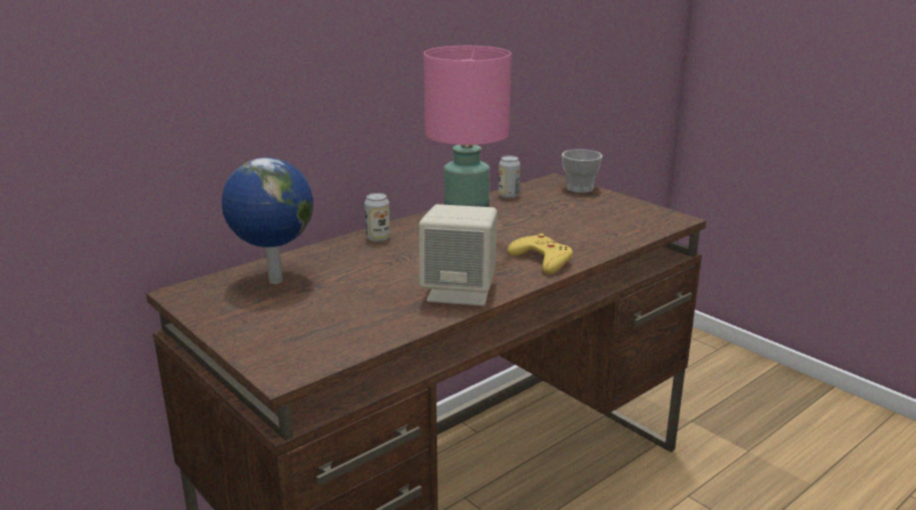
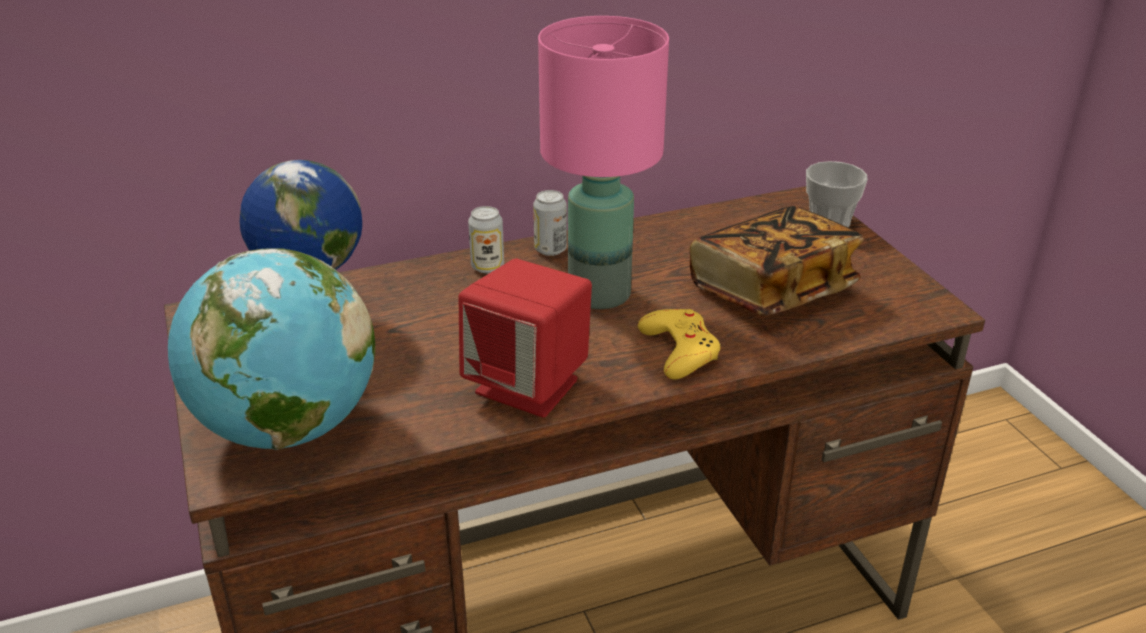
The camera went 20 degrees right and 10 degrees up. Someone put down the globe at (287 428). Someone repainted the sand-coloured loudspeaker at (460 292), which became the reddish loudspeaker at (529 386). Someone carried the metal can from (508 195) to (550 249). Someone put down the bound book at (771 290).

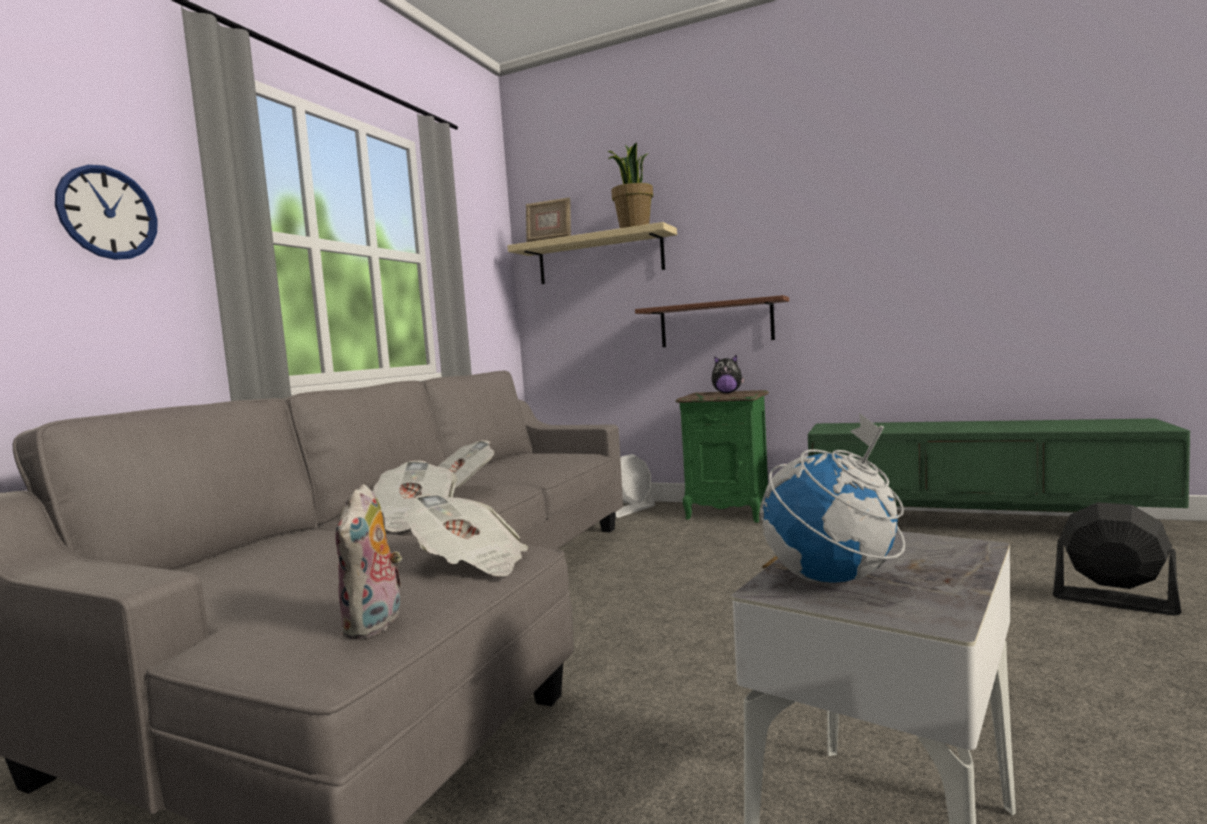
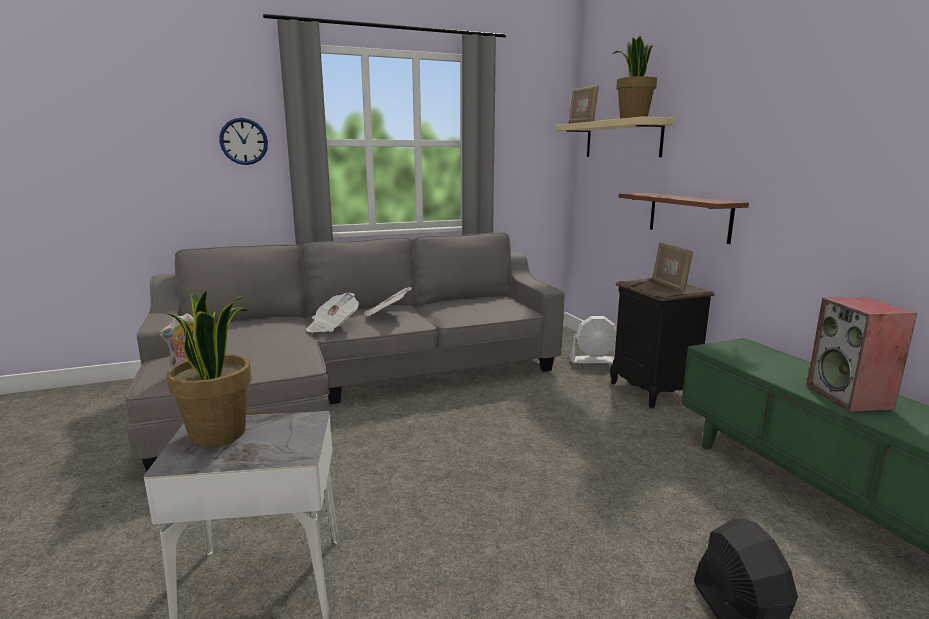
The camera went 45 degrees right and 10 degrees up. Someone swapped the globe at (832 579) for the potted plant at (219 433). Someone repainted the greenish night table at (728 513), which became the black-coloured night table at (651 391). Someone swapped the soft toy at (727 393) for the picture frame at (669 286). Someone put down the loudspeaker at (850 397). Someone took away the printed paper at (471 564).

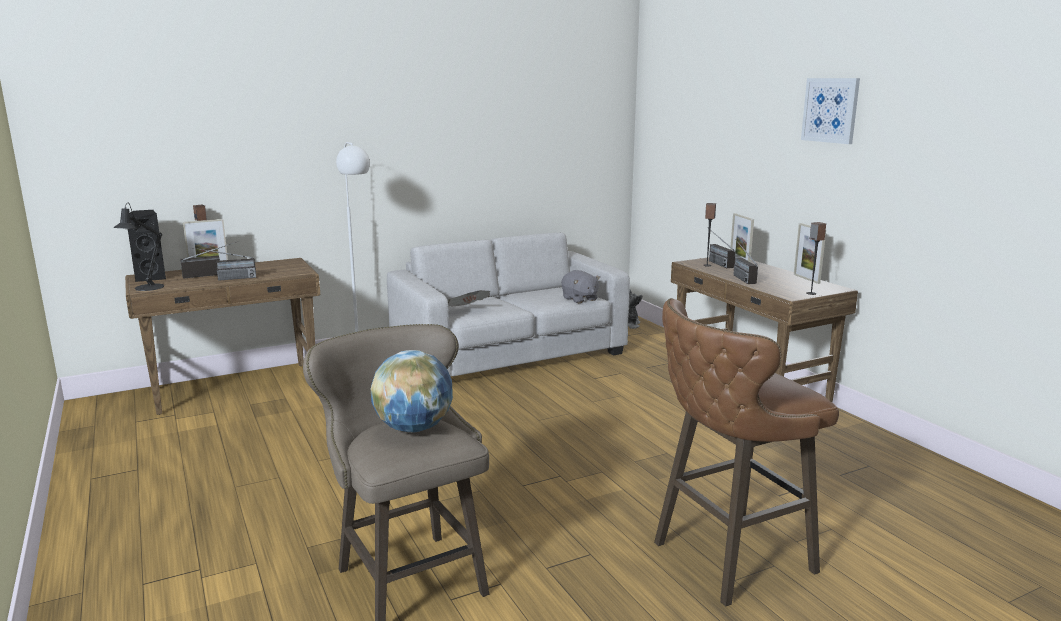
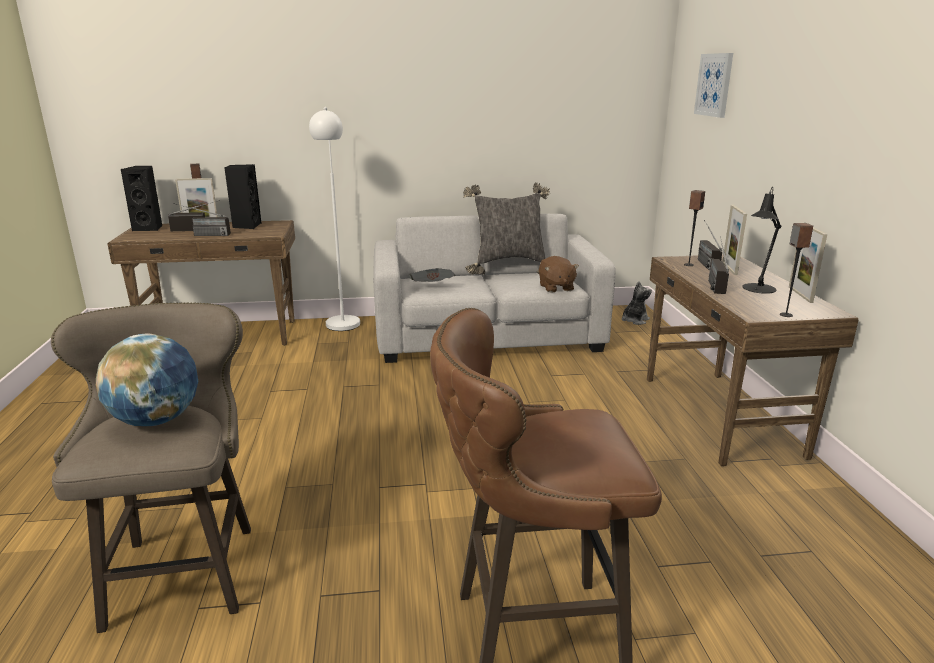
The camera went 20 degrees right and 5 degrees up. Someone put down the black-coloured loudspeaker at (246 226). Someone put down the pillow at (508 272). Someone repainted the grey soft toy at (579 299), which became the brown-coloured soft toy at (556 288). Someone carried the wall art from (830 110) to (714 85). Someone carried the black-coloured lamp for a table from (146 288) to (757 289).

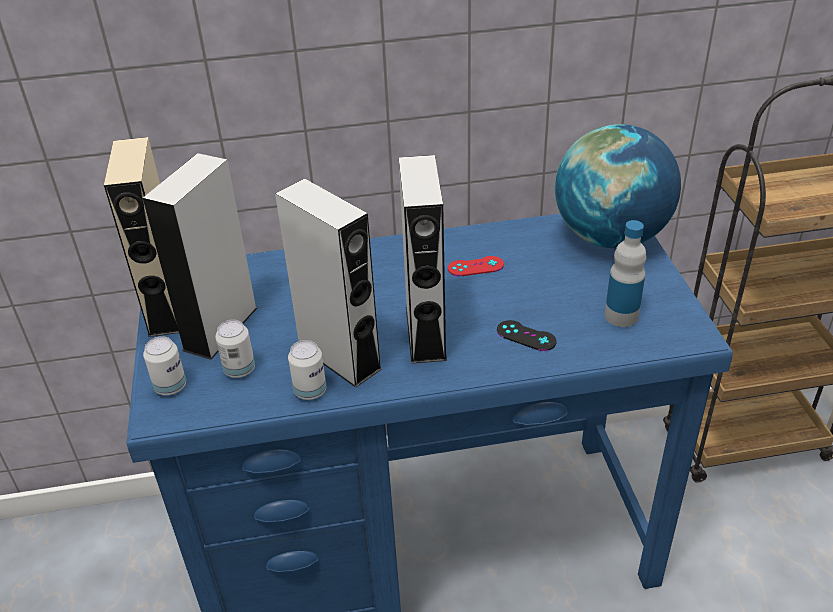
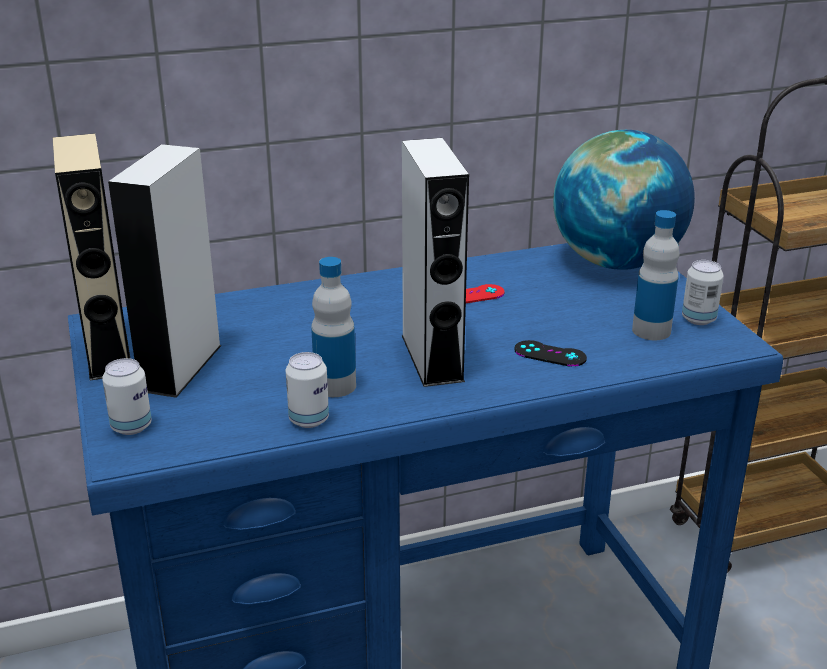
The camera went 10 degrees left and 10 degrees down. Someone swapped the grey loudspeaker at (339 357) for the beverage bottle at (335 386). Someone carried the metal can from (239 370) to (698 319).

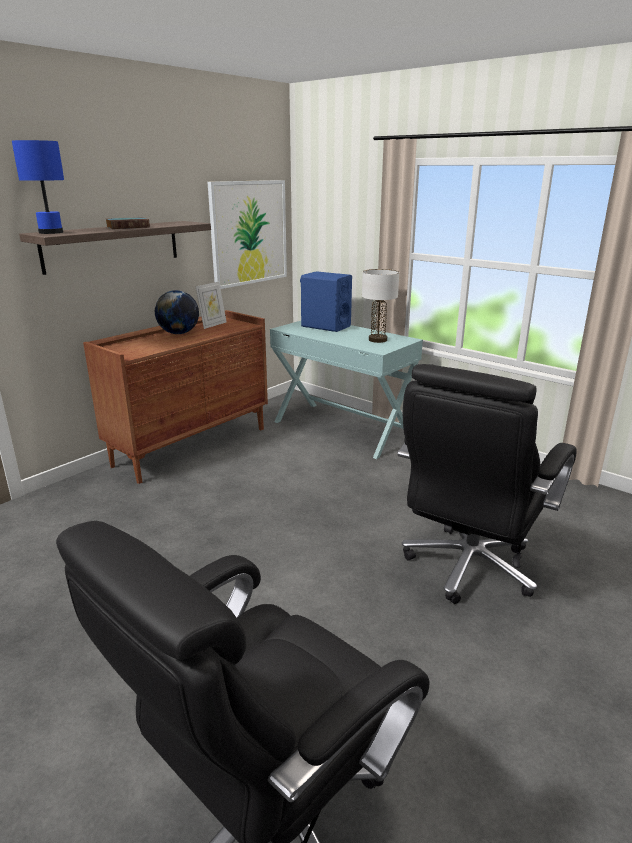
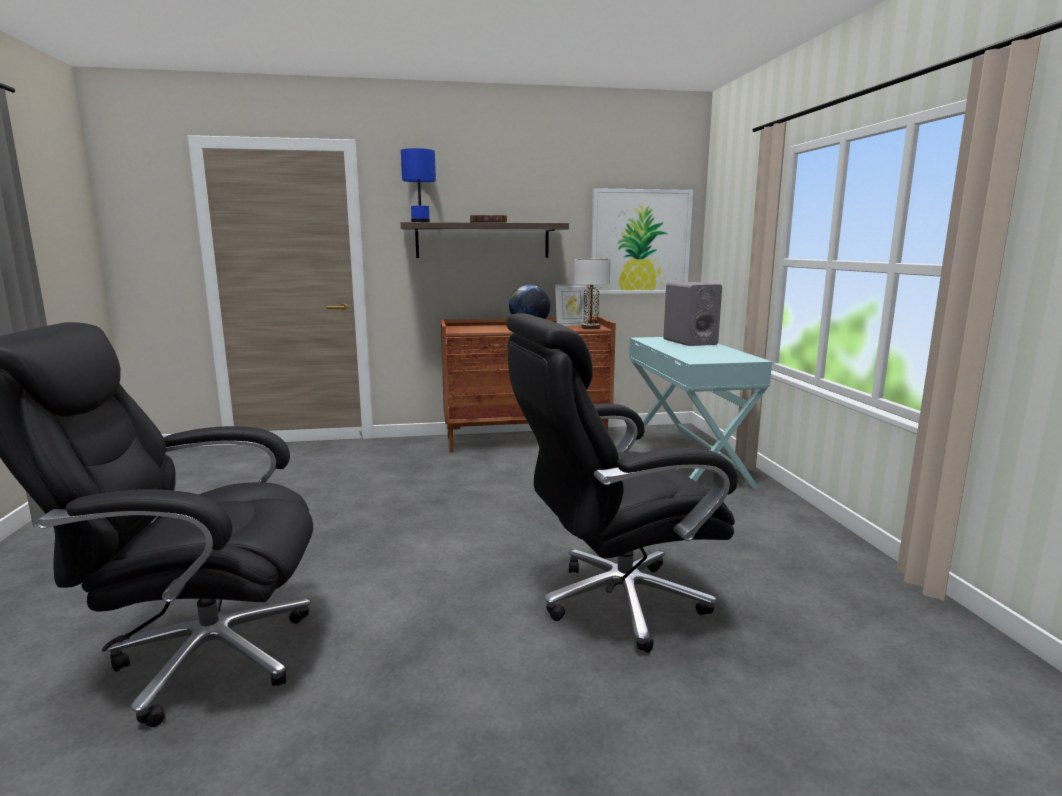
The camera went 40 degrees right and 10 degrees down. Someone carried the lamp for a table from (377 340) to (590 328). Someone repainted the blue loudspeaker at (325 326), which became the grey loudspeaker at (689 342).

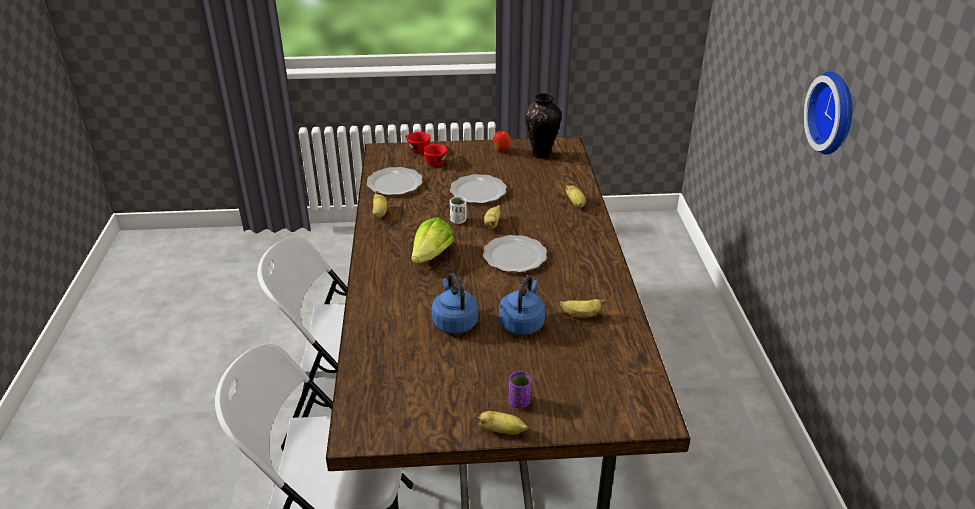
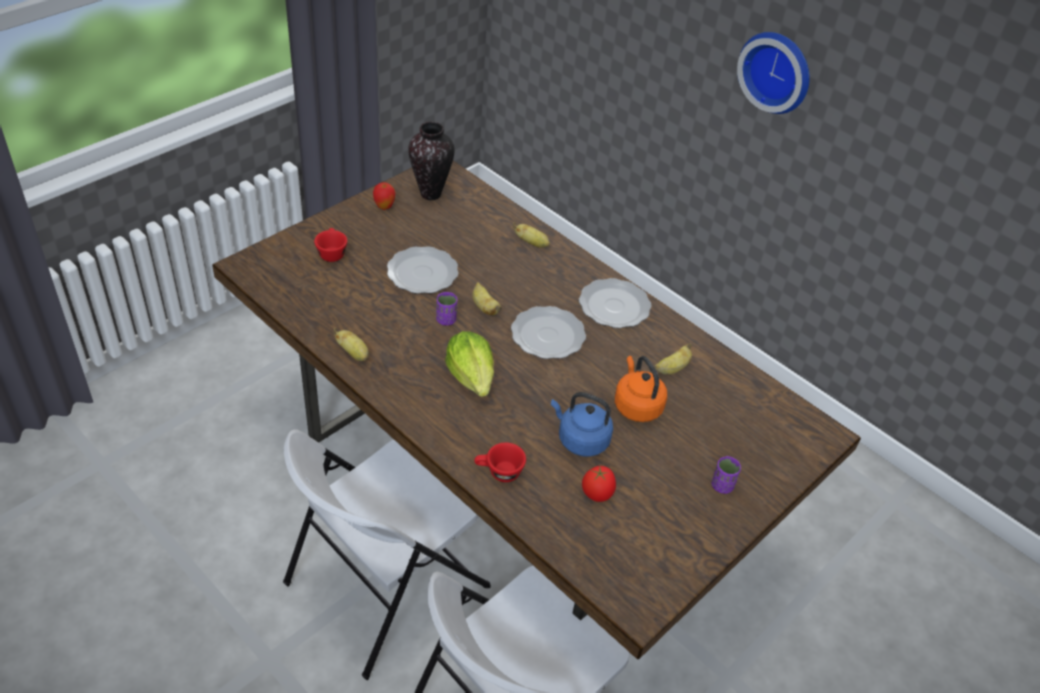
The camera went 45 degrees left and 10 degrees up. Someone repainted the white-coloured small cup at (458 220), which became the purple small cup at (446 320). Someone carried the reddish small cup from (416 149) to (499 472). Someone carried the dinner plate from (395 183) to (614 305). Someone put down the fresh tomato at (597 493). Someone repainted the blue kettle at (522 323), which became the orange-coloured kettle at (636 405). Someone took away the banana fruit at (501 431).

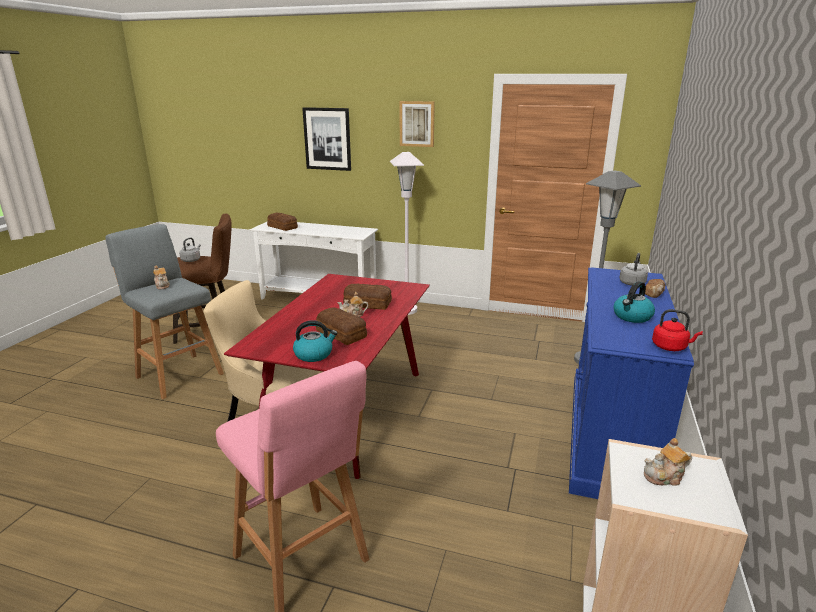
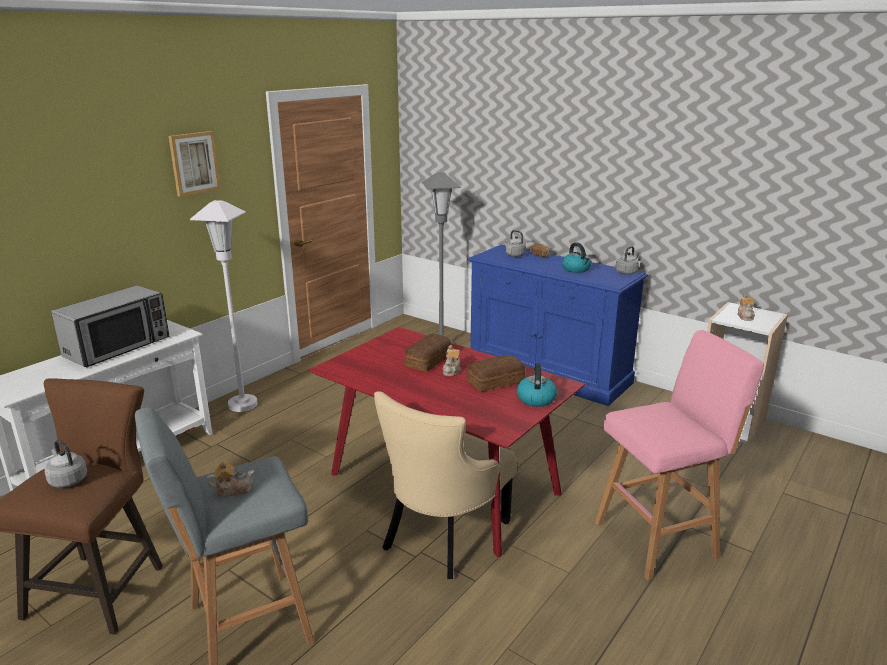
The camera went 70 degrees left and 0 degrees up. Someone put down the microwave oven at (118 347). Someone repainted the reddish kettle at (671 347), which became the grey kettle at (627 272). Someone took away the bakery bread at (282 227). Someone took away the wall art at (327 139).

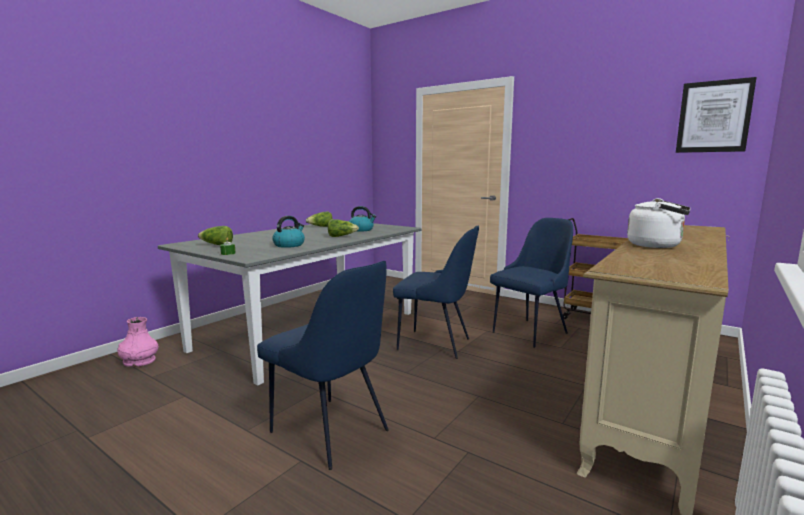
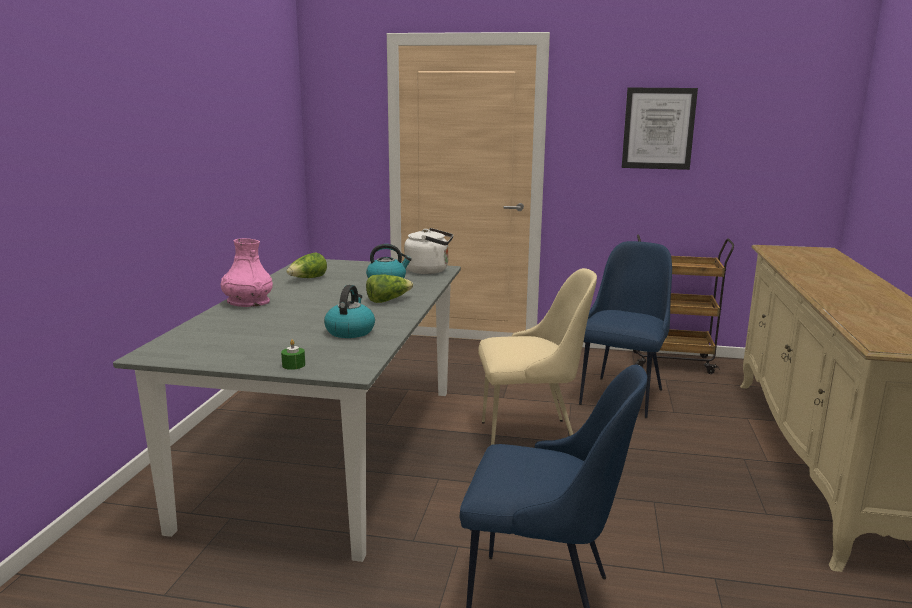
The camera went 25 degrees left and 5 degrees up. Someone carried the pink decorative vase from (139 361) to (248 302). Someone carried the white-coloured kettle from (657 245) to (429 270). Someone repainted the blue chair at (434 344), which became the sand-coloured chair at (529 437). Someone carried the wall art from (713 117) to (658 128). Someone took away the lettuce at (217 245).

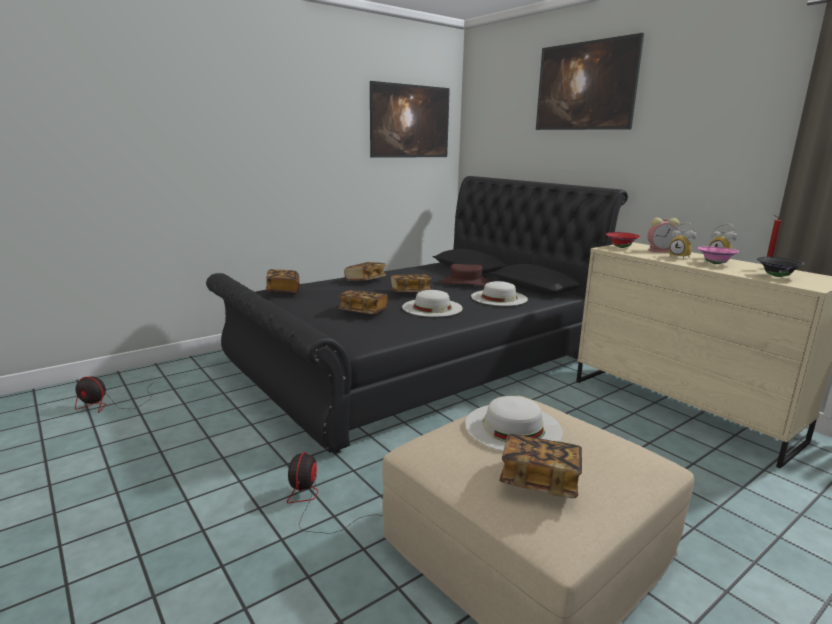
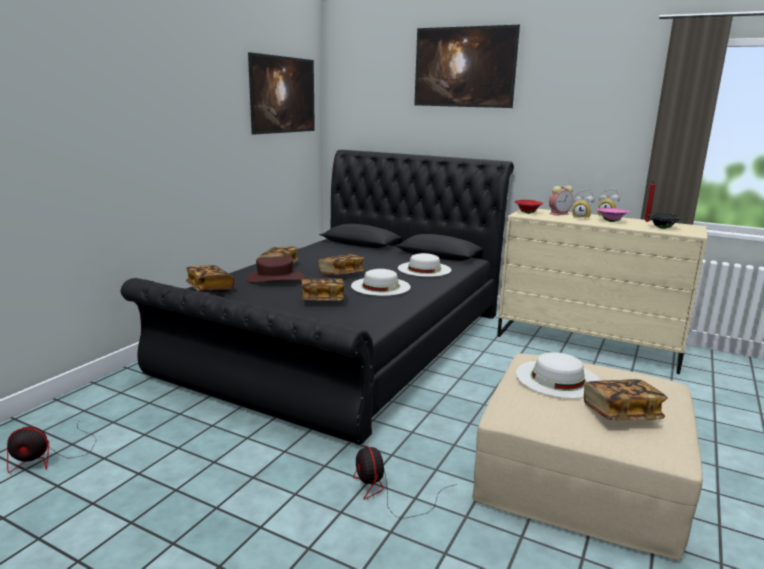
The camera went 25 degrees left and 0 degrees up. Someone carried the brown-coloured clothing hat from (465 283) to (275 279).

